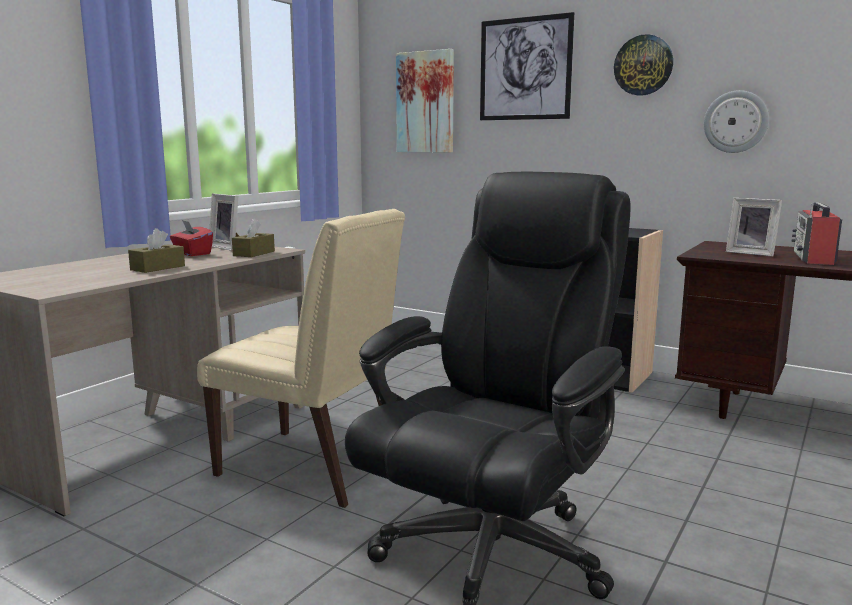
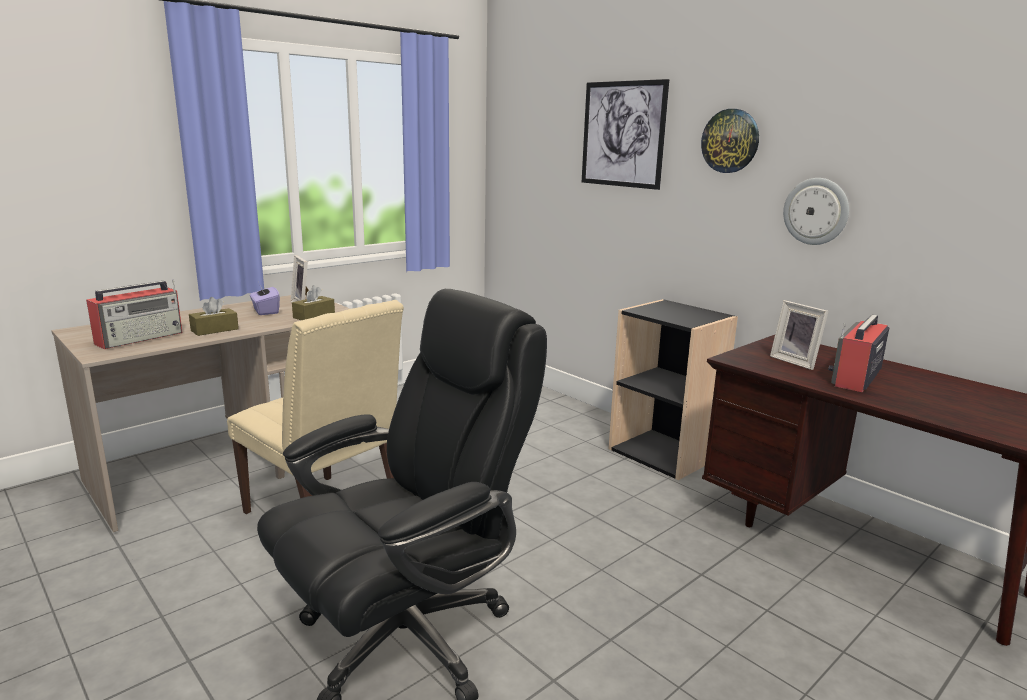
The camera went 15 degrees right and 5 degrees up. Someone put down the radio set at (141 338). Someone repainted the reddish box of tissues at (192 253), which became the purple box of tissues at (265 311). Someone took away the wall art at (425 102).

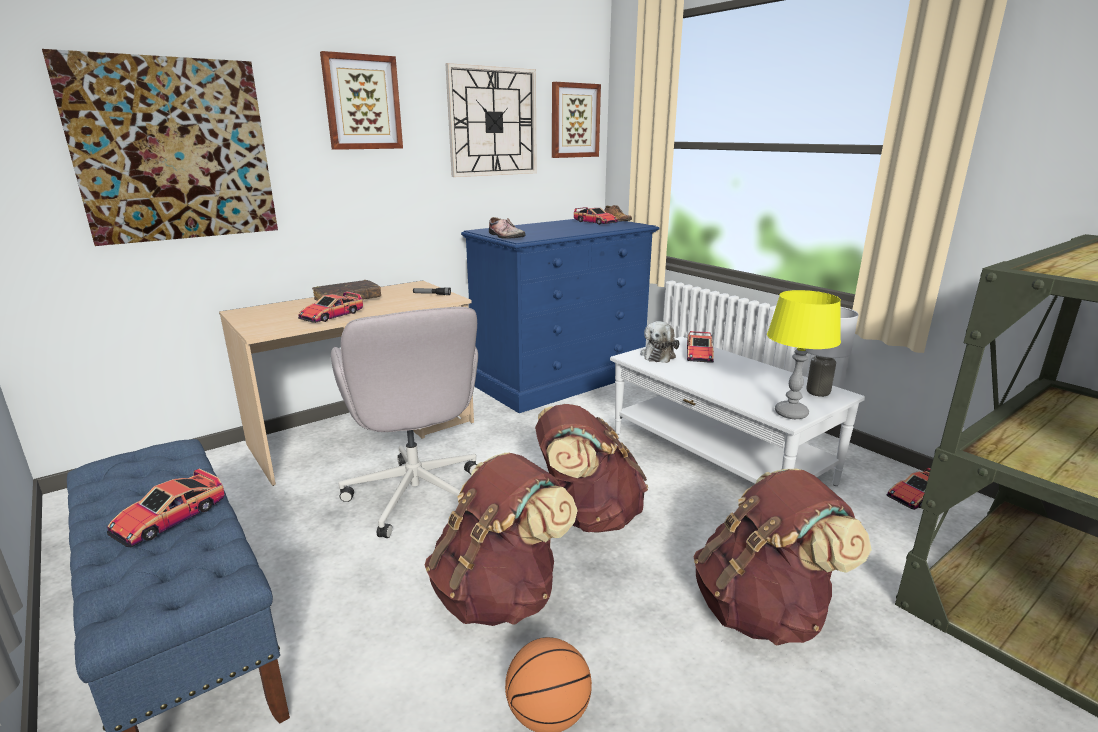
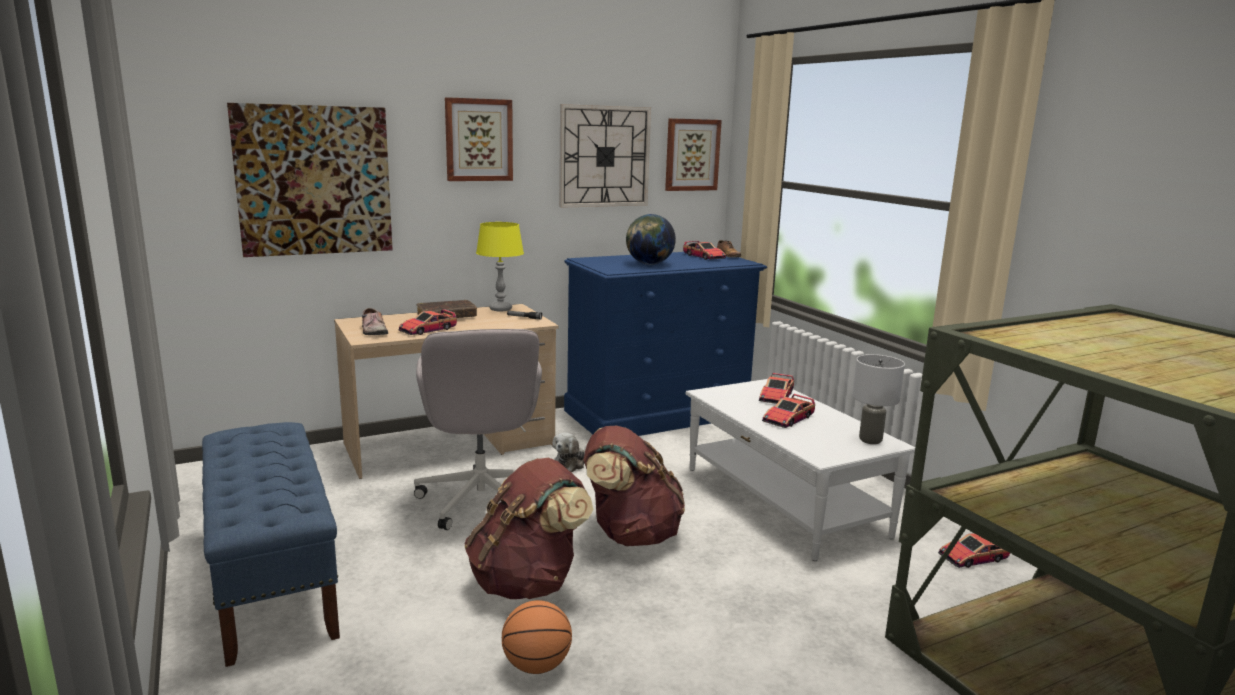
The camera went 10 degrees right and 5 degrees down. Someone carried the low shoe from (504 236) to (372 331). Someone carried the yellow-coloured lamp for a table from (791 413) to (500 309). Someone carried the soft toy from (658 355) to (571 463). Someone put down the globe at (649 264). Someone carried the miniature car from (169 518) to (788 419). Someone took away the brown-coloured rucksack at (763 611).

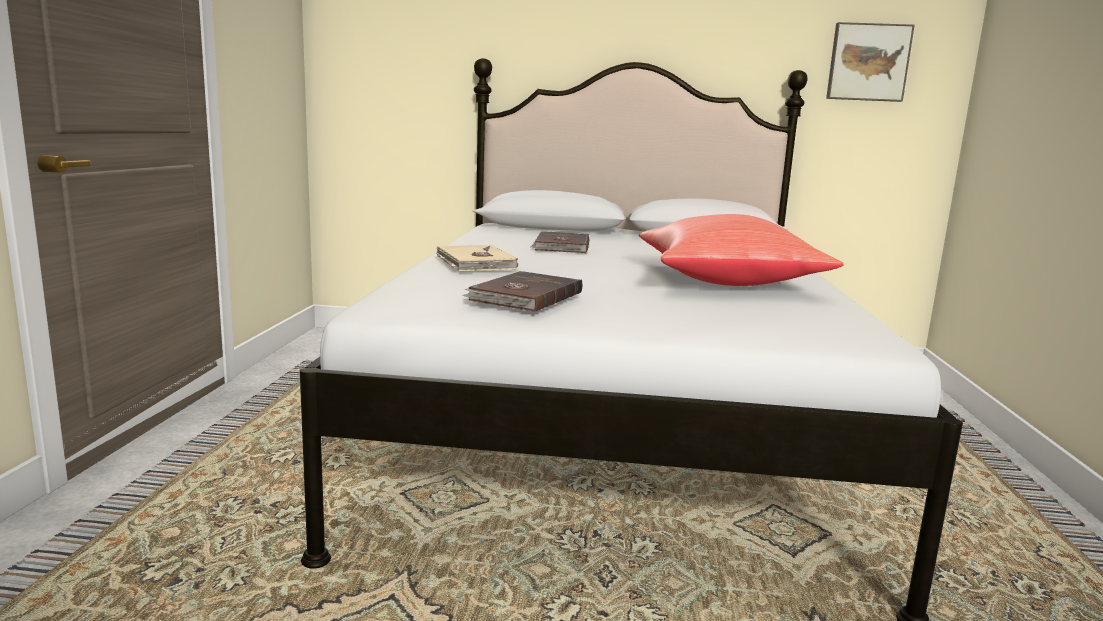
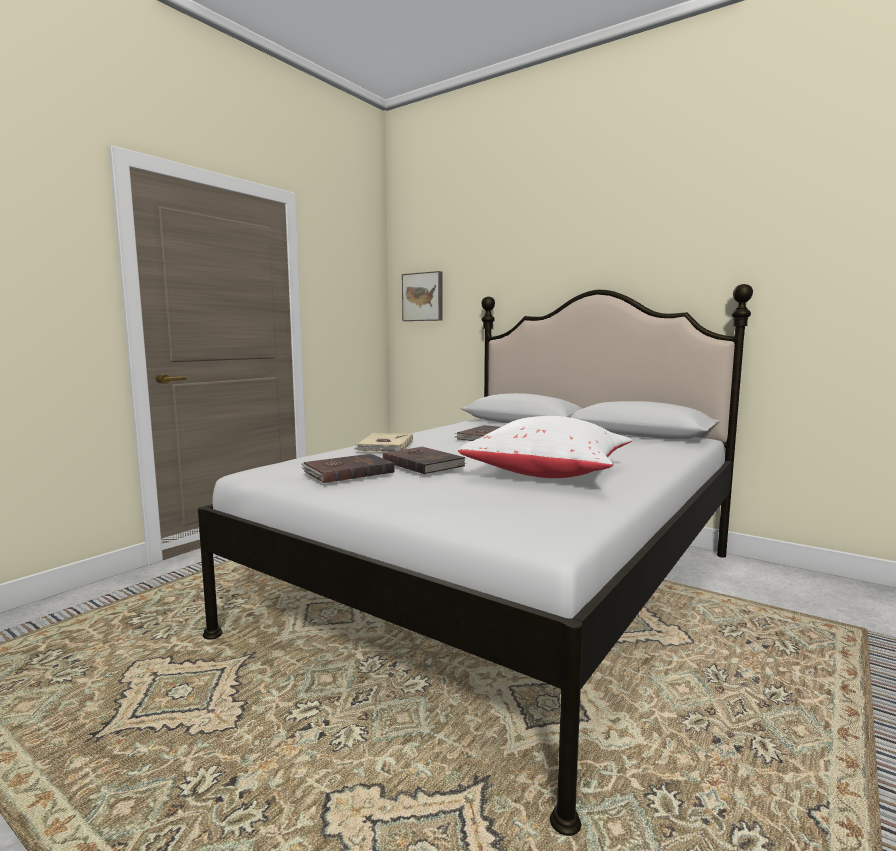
The camera went 30 degrees right and 5 degrees down. Someone put down the brown-coloured bound book at (423 463). Someone carried the wall art from (868 62) to (423 297). Someone repainted the reddish pillow at (726 282), which became the white-coloured pillow at (549 474).

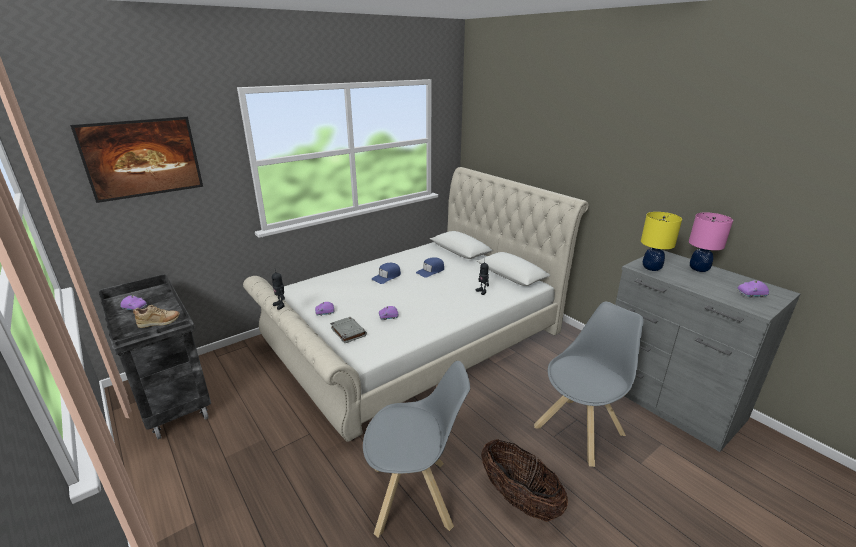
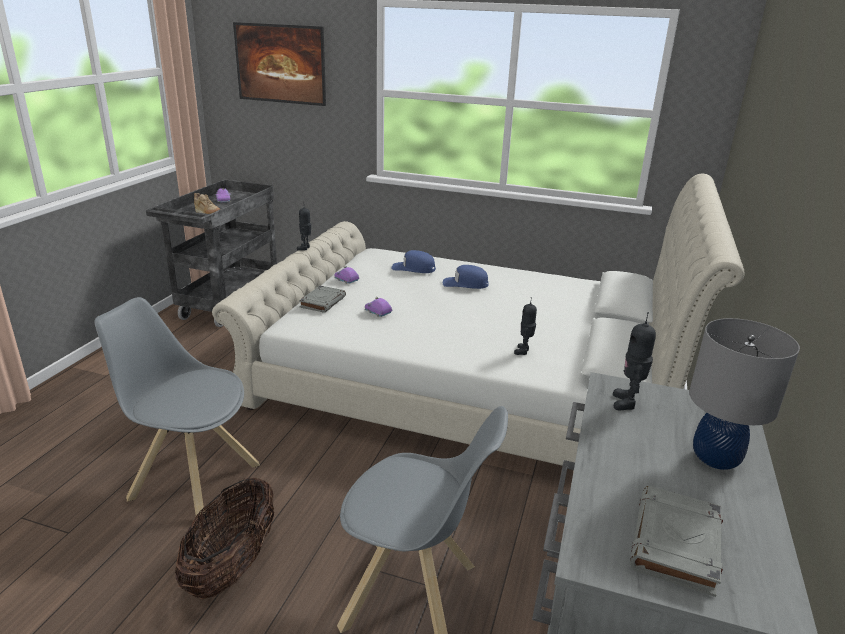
The camera went 55 degrees right and 0 degrees up. Someone rotated the grey chair at (415 496) by 150 degrees clockwise. Someone carried the blue peaked cap from (430 271) to (413 268). Someone swapped the yellow-coloured lamp for a table at (652 268) for the robot figure at (627 403). Someone swapped the purple miniature car at (751 294) for the grey bound book at (676 545). Someone repainted the pink lamp for a table at (699 270), which became the grey lamp for a table at (714 461).

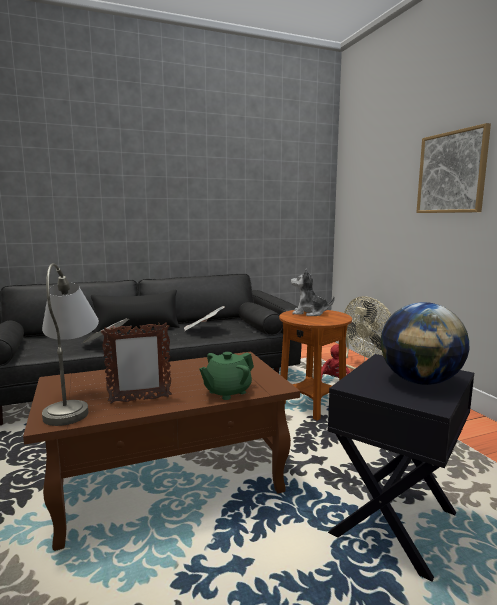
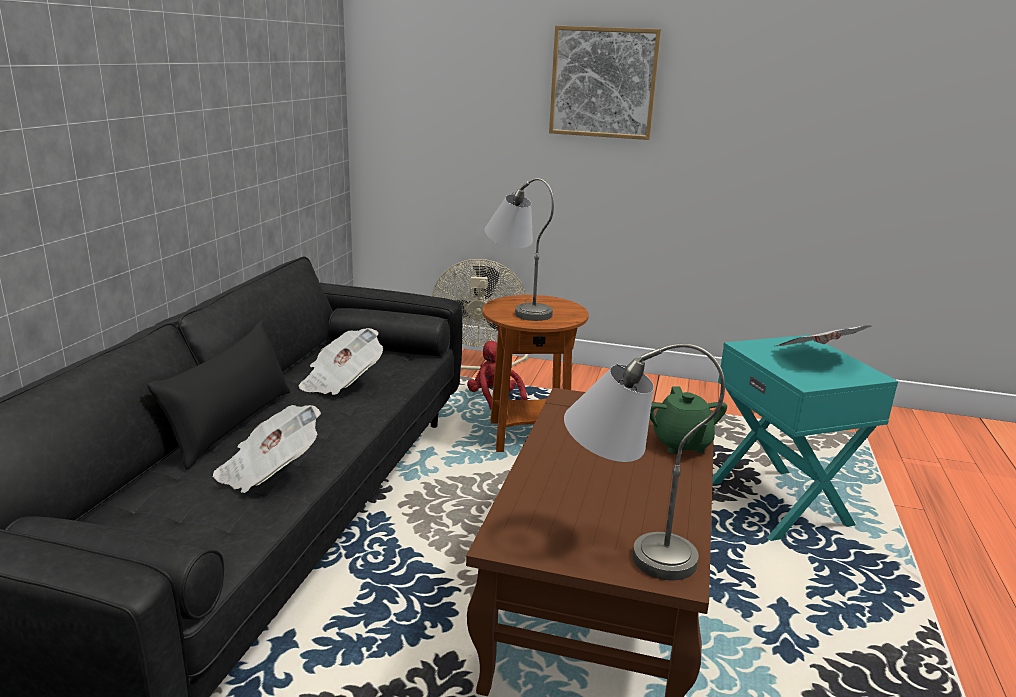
The camera went 55 degrees left and 10 degrees up. Someone swapped the soft toy at (309 313) for the grey lamp for a table at (517 307). Someone repainted the black-coloured side table at (396 524), which became the turquoise side table at (780 504). Someone swapped the globe at (420 381) for the printed paper at (816 358). Someone took away the picture frame at (139 400).

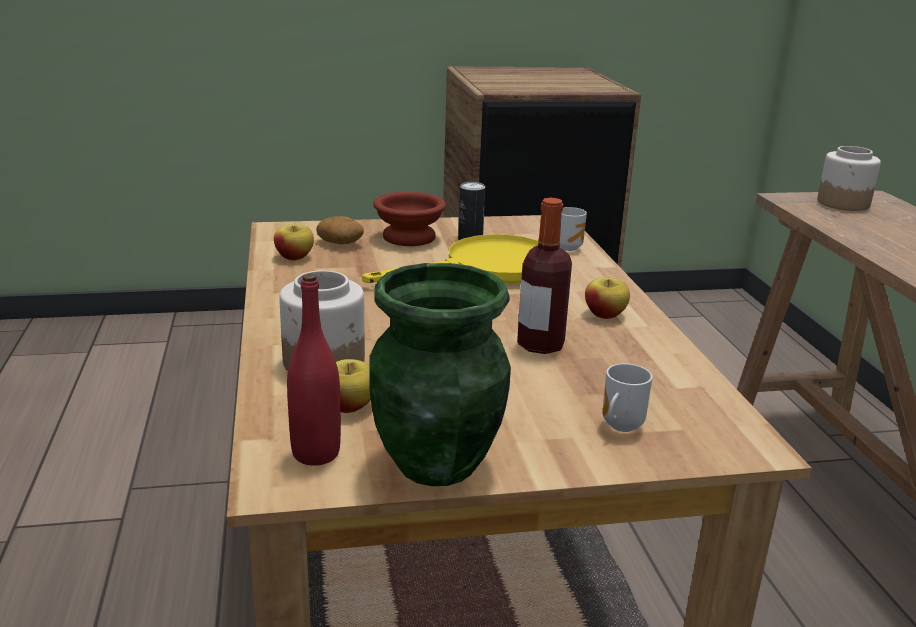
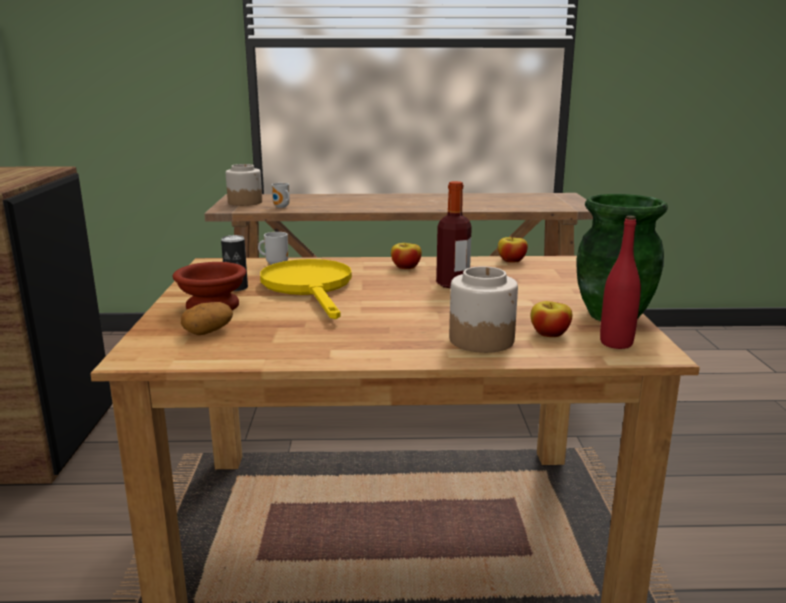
The camera went 80 degrees left and 5 degrees down. Someone carried the mug from (619 426) to (281 207). Someone carried the apple fruit from (294 257) to (511 261).

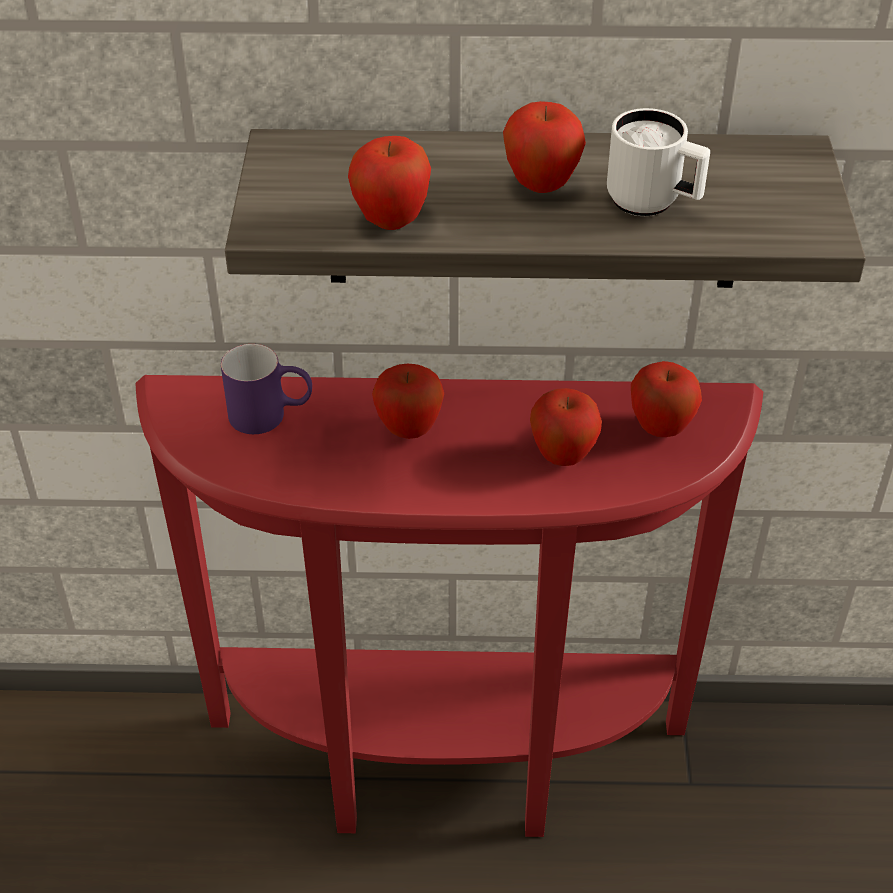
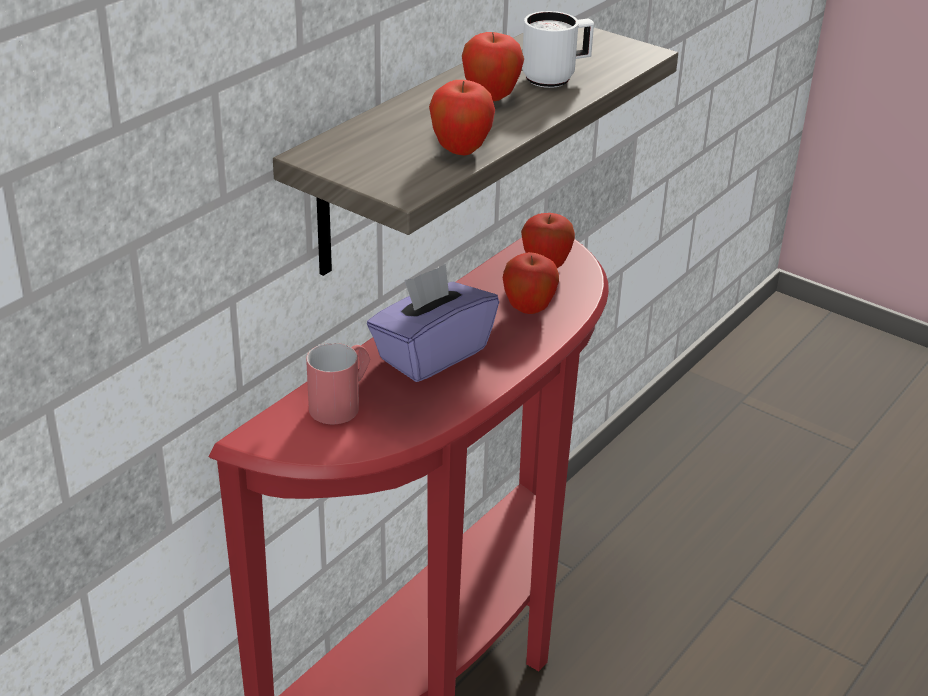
The camera went 55 degrees left and 10 degrees down. Someone repainted the purple mug at (271 415), which became the reddish mug at (342 403). Someone swapped the apple fruit at (409 430) for the purple box of tissues at (431 354).

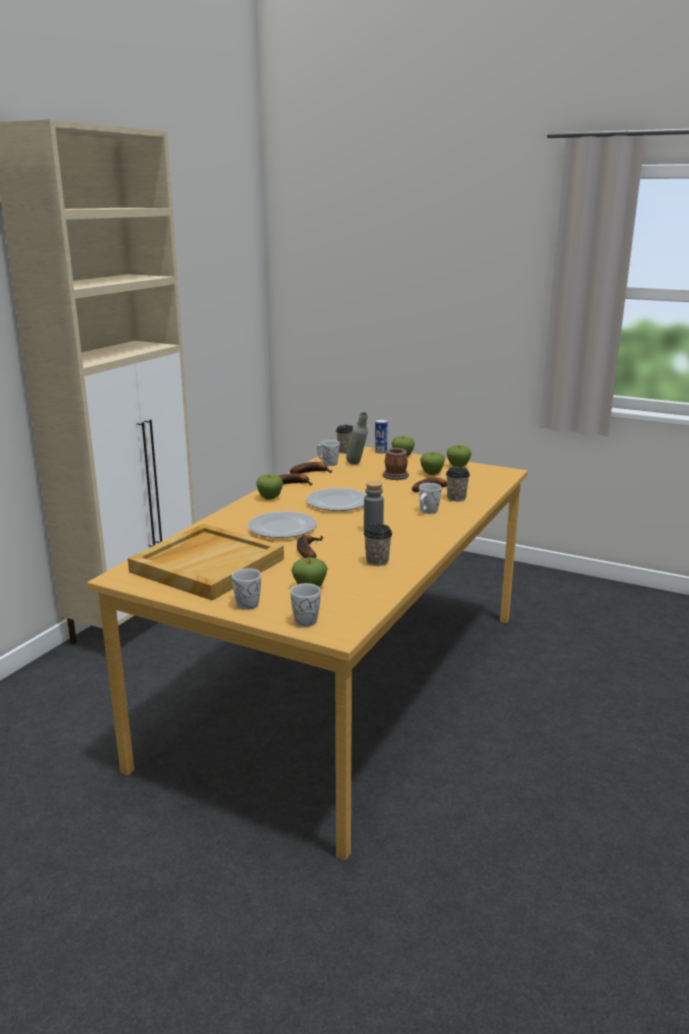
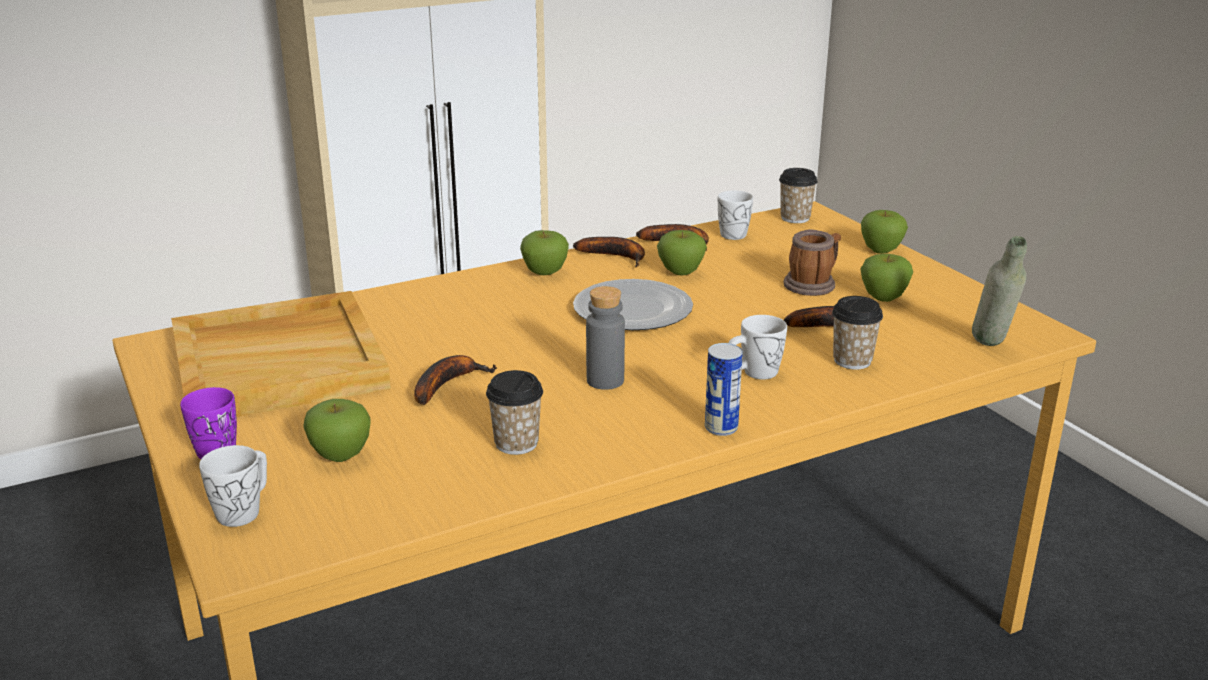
The camera went 35 degrees right and 5 degrees up. Someone repainted the white-coloured mug at (244 603), which became the purple mug at (218 447). Someone carried the apple fruit from (458 466) to (681 272). Someone carried the metal can from (380 451) to (721 428). Someone carried the grey beverage bottle from (357 464) to (991 348). Someone took away the dinner plate at (282 528).

